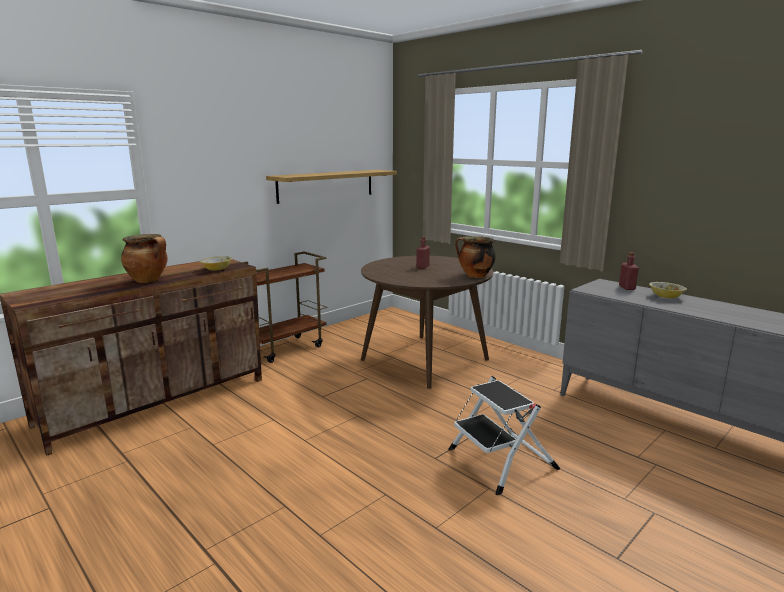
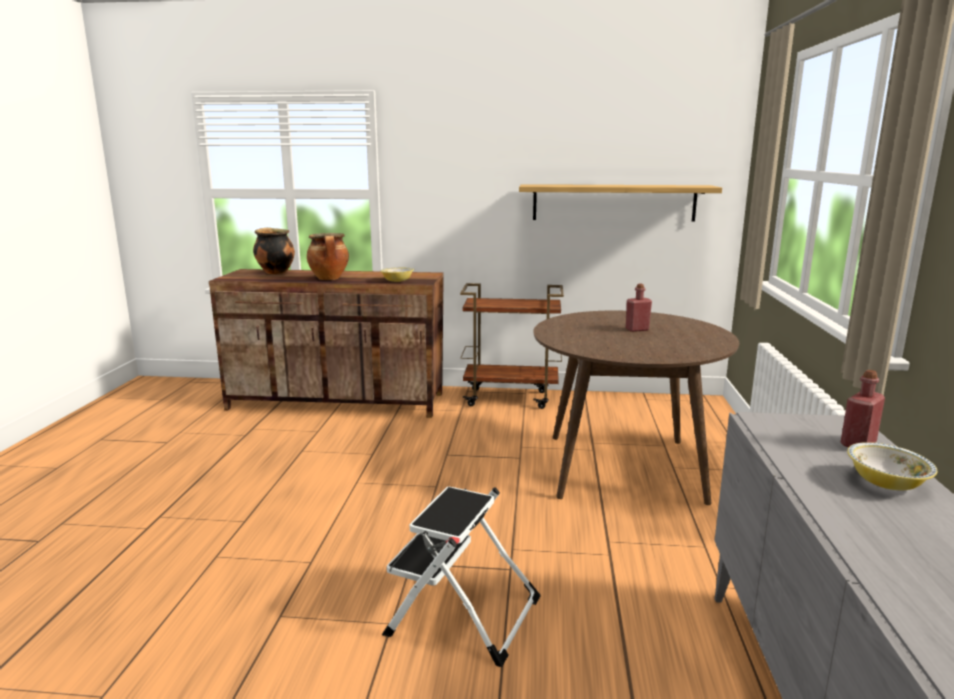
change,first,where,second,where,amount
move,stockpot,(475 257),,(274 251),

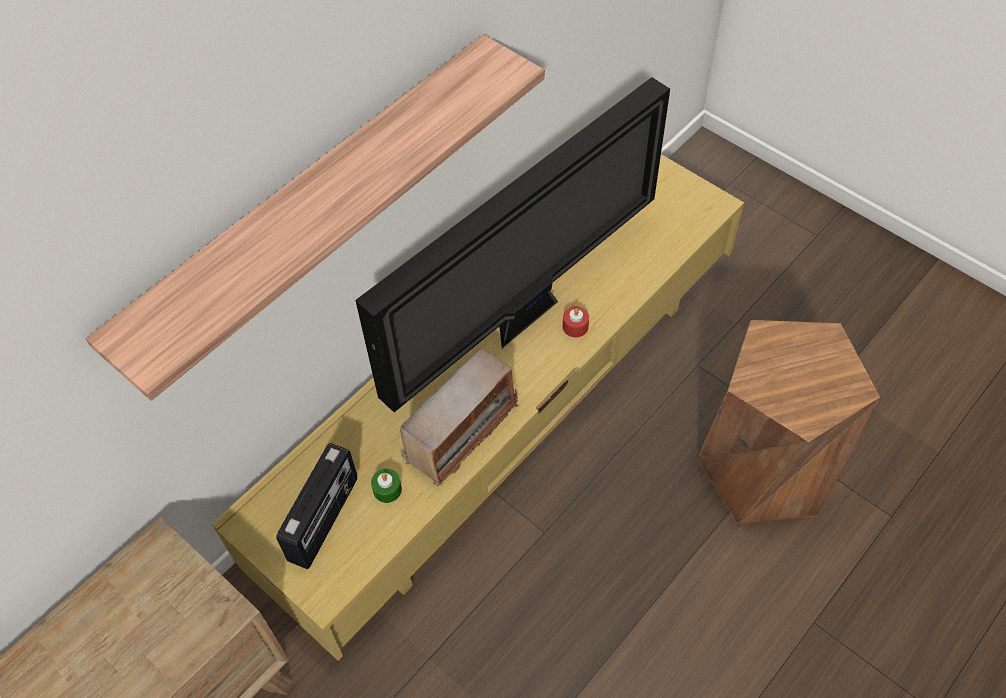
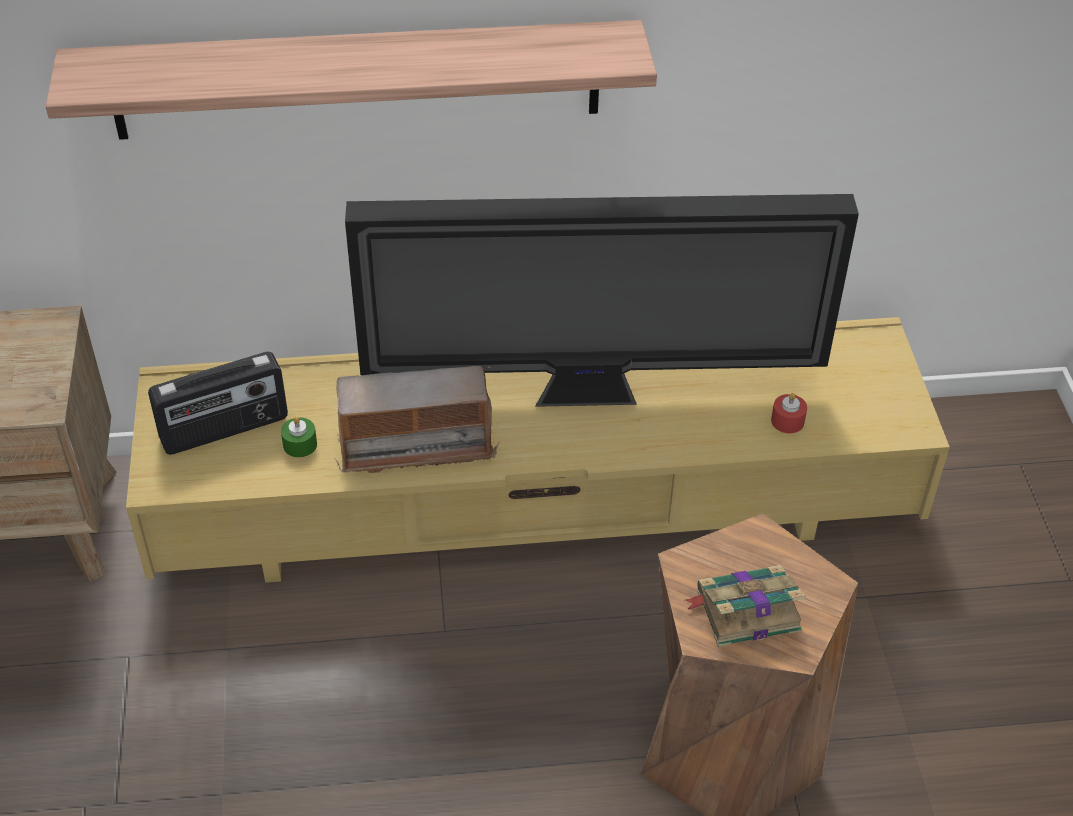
change,first,where,second,where,amount
move,candle (red),(576 321),,(789 413),
insert,,,volume,(745 606),

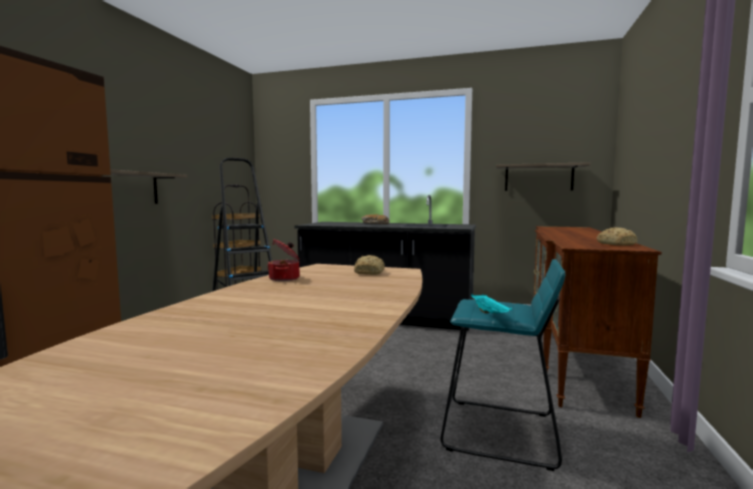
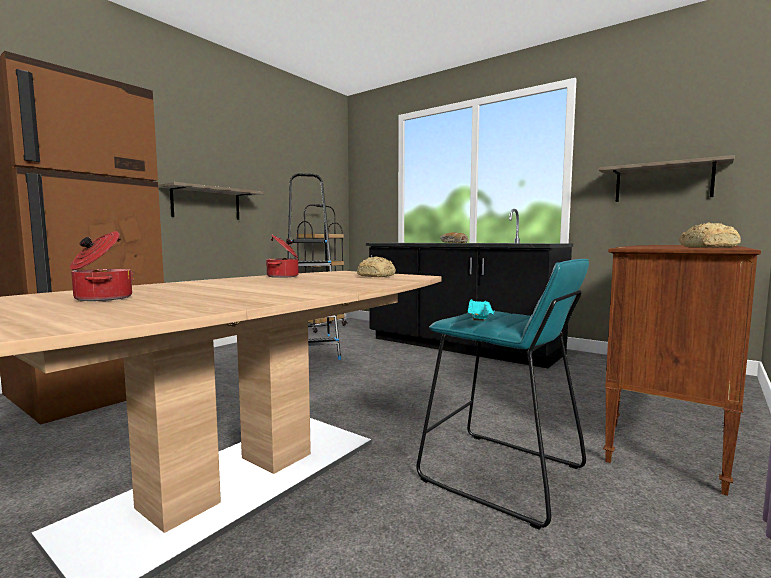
change,first,where,second,where,amount
insert,,,stockpot,(102 266),

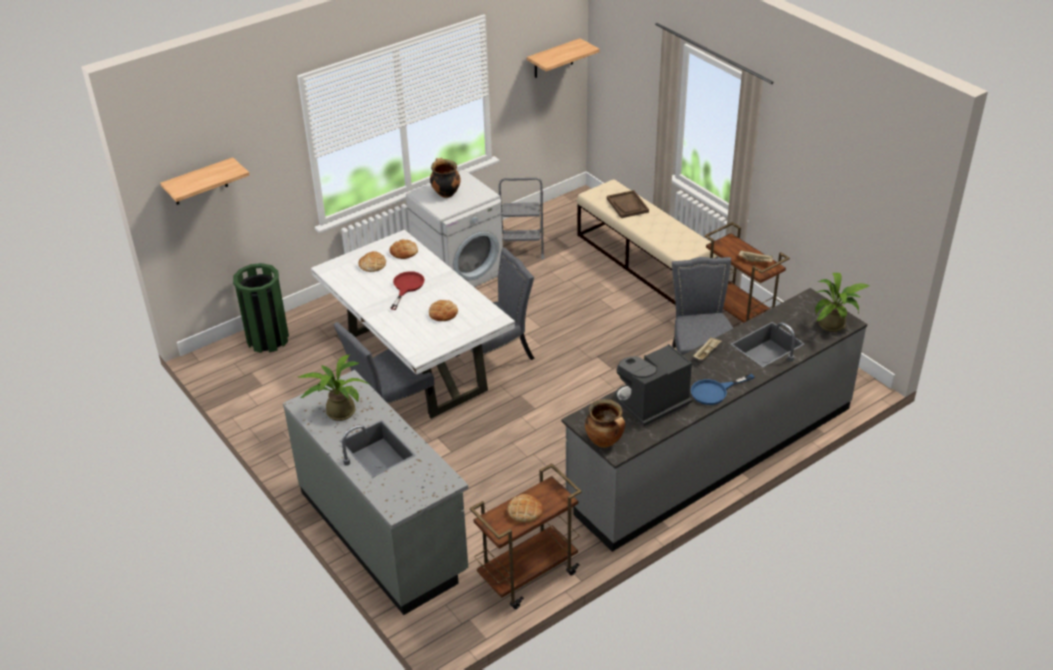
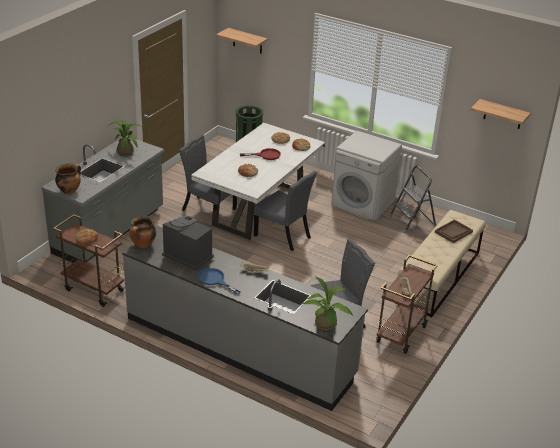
change,first,where,second,where,amount
move,stockpot,(445 178),,(68 178),

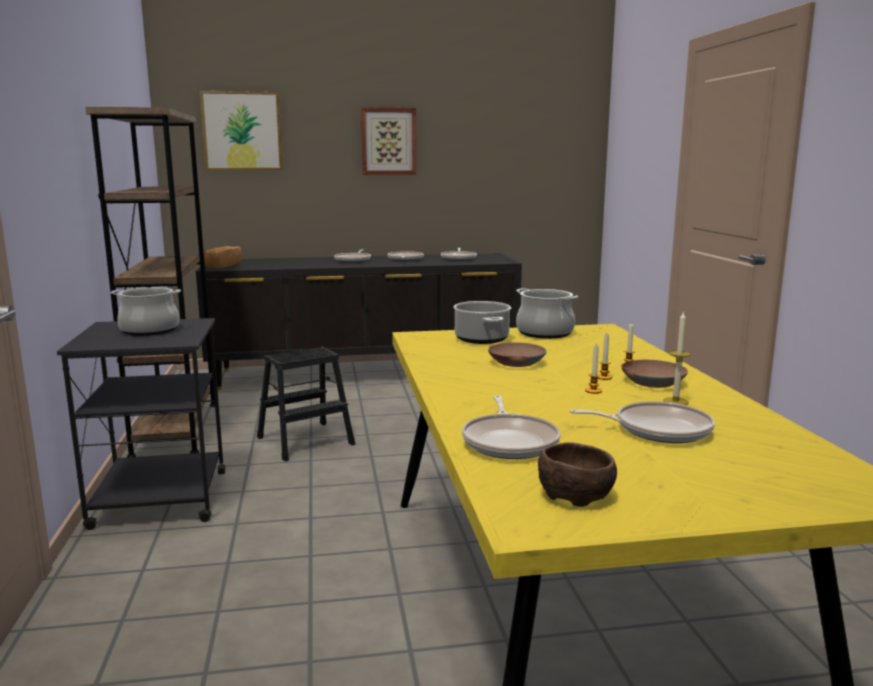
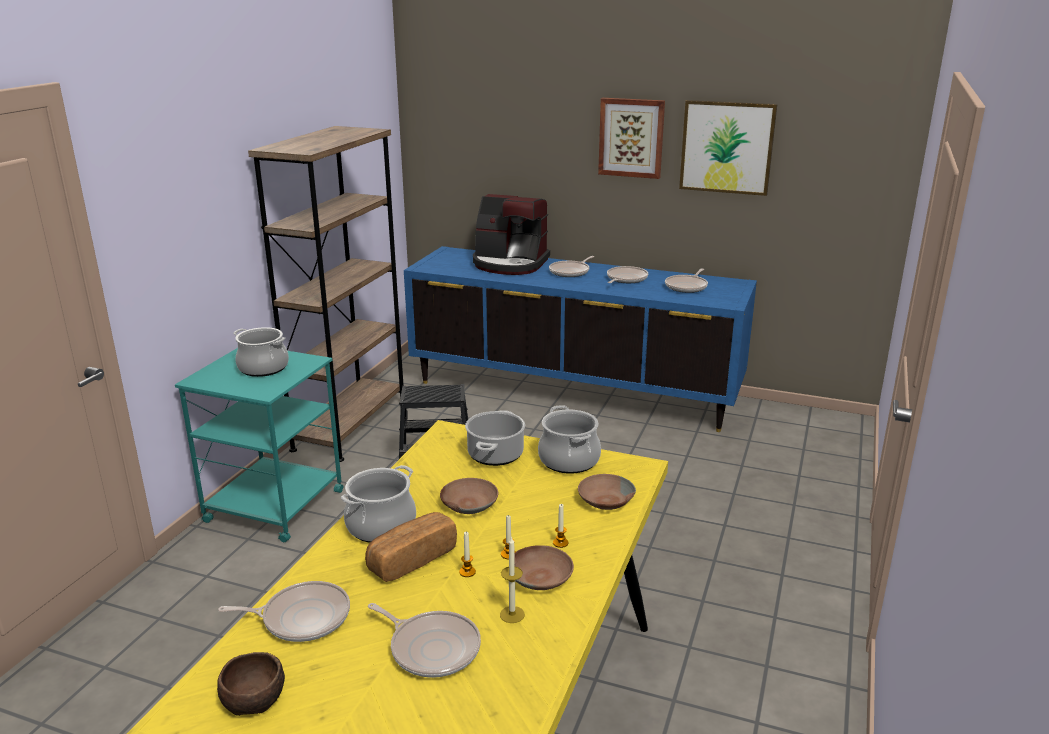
change,first,where,second,where,amount
move,wall art,(241 130),,(728 148),
move,bread,(223 257),,(411 547),
recolor,cupboard (black),(359 321),cupboard (blue),(580 339),
recolor,wheeled cart (black),(141 424),wheeled cart (blue-green),(259 445),
rotate,pan,(511 427),,(284 611),120 degrees counterclockwise
insert,,,coffee machine,(511 234),
insert,,,stockpot,(378 503),
insert,,,deep dish (brown),(607 492),

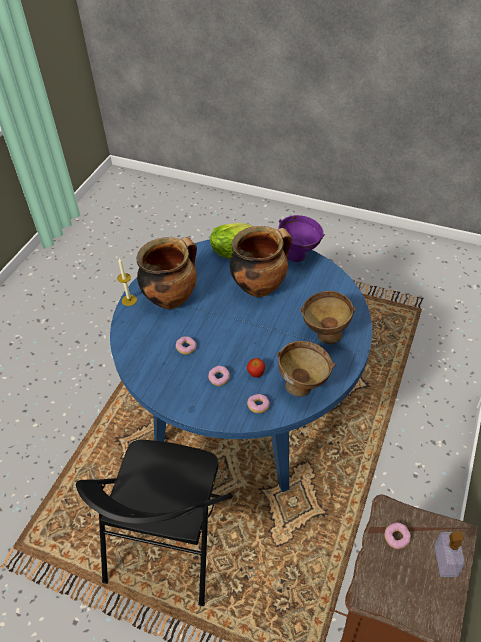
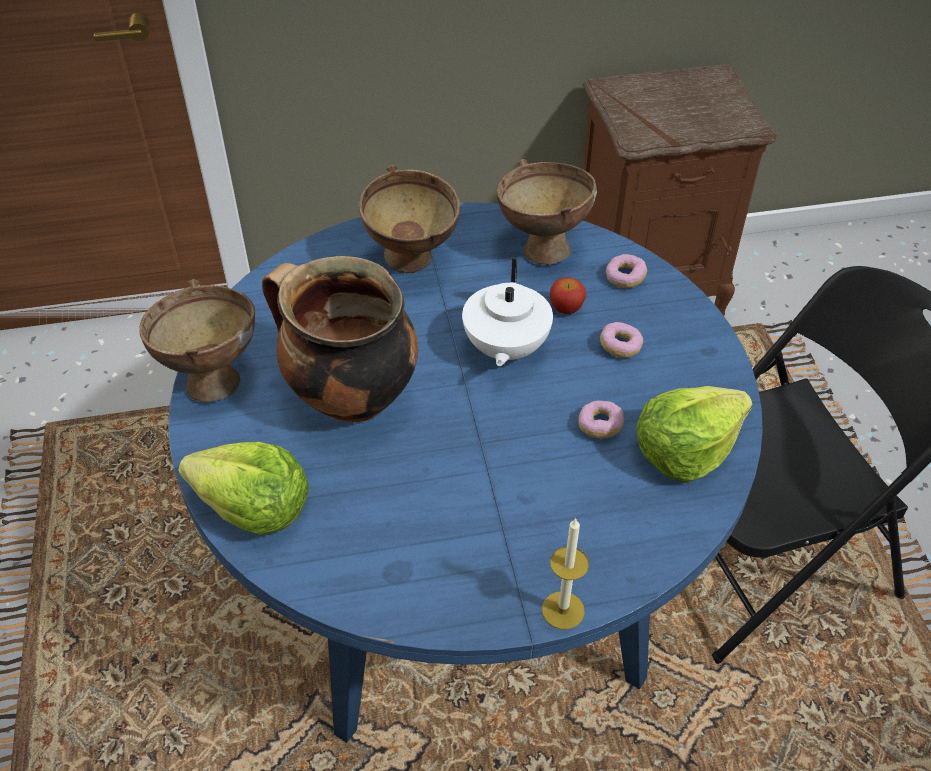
change,first,where,second,where,amount
recolor,deep dish (purple-coloured),(302 238),deep dish (brown),(197 340),
delete,stockpot,(167 273),,,
delete,donut,(397 535),,,
delete,liquid soap bottle,(449 554),,,
insert,,,pot for tea (white-coloured),(507 312),
insert,,,lettuce head,(694 434),

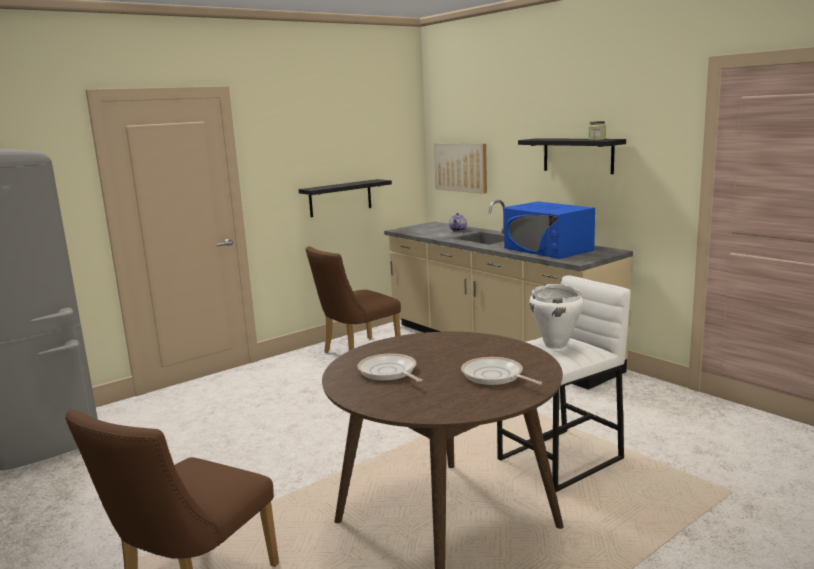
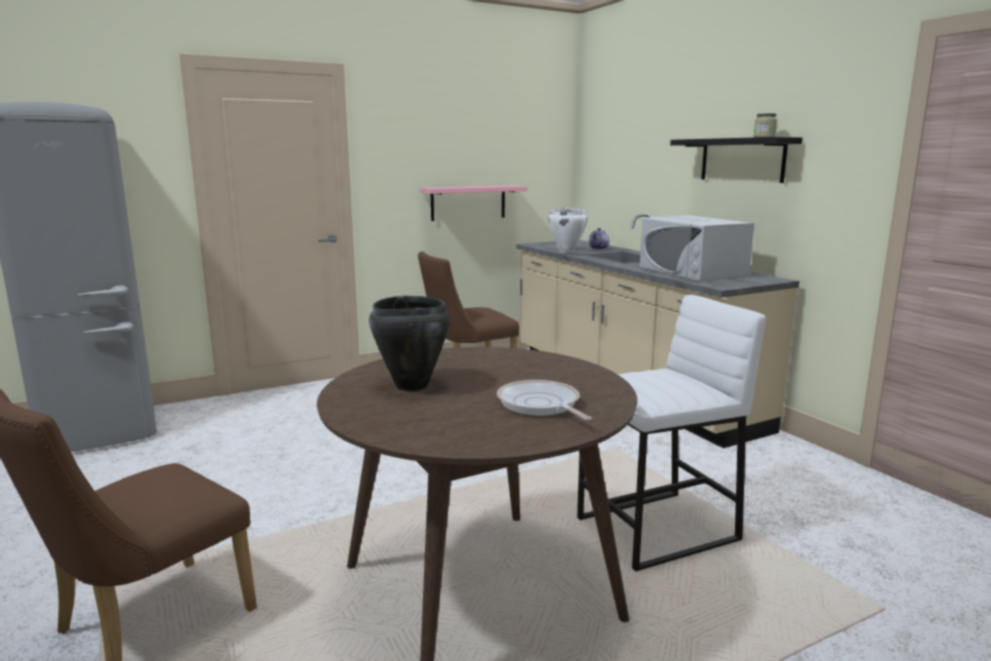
change,first,where,second,where,amount
delete,wall art,(460 168),,,
recolor,wall shelf (black),(345 198),wall shelf (pink),(473 203),
recolor,kitchen microwave (blue),(549 230),kitchen microwave (white-coloured),(697 248),
move,stockpot (white-coloured),(556 316),,(568 230),
replace,pan,(389 368),stockpot (black),(409 343),

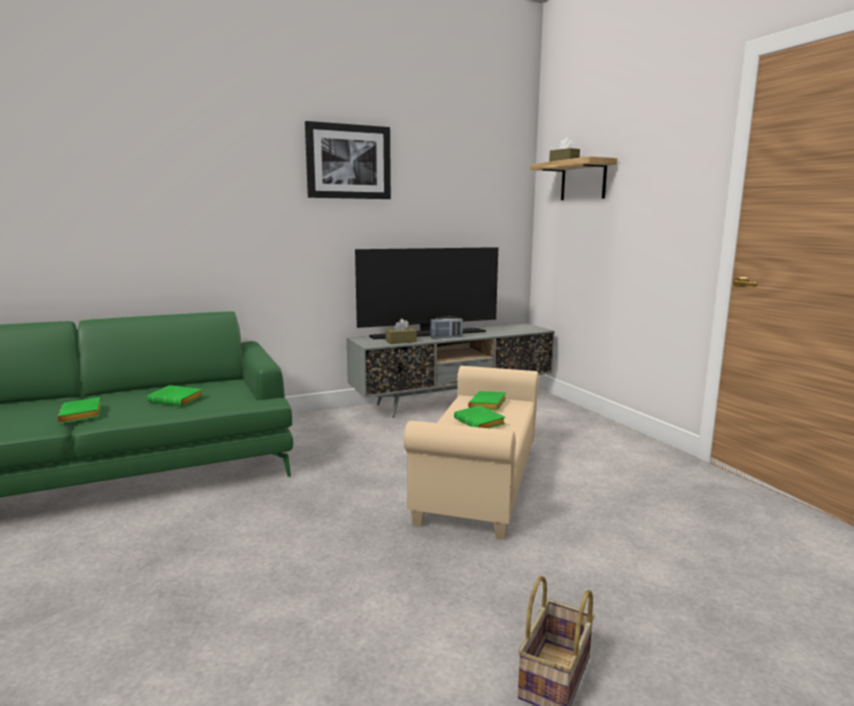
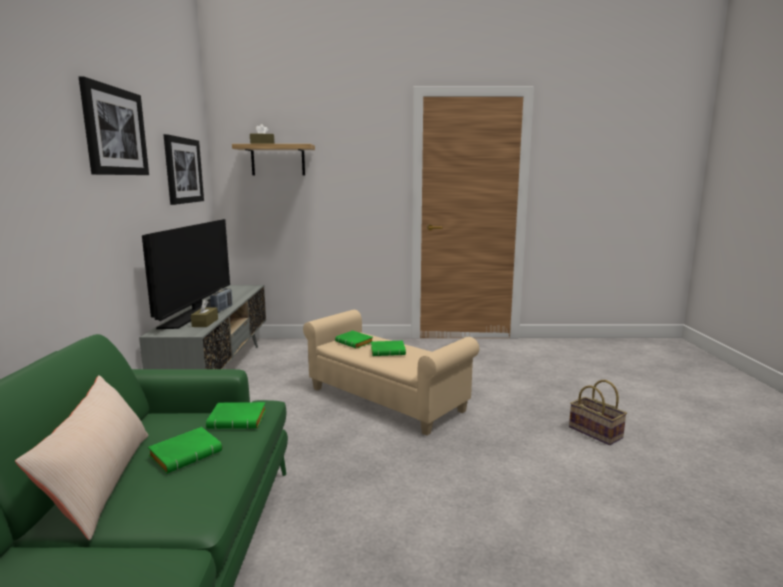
change,first,where,second,where,amount
move,volume (green-coloured),(79 410),,(236 415),
insert,,,wall art,(184 169),
insert,,,throw pillow (sand-coloured),(82 458),

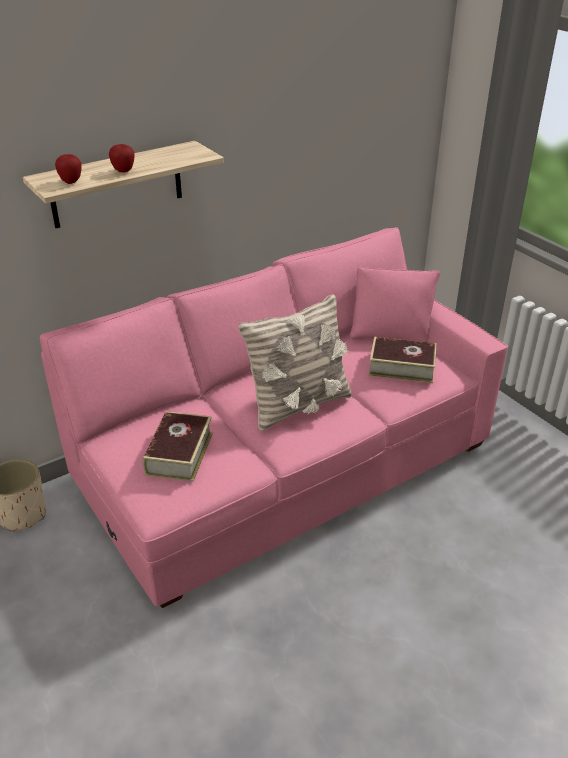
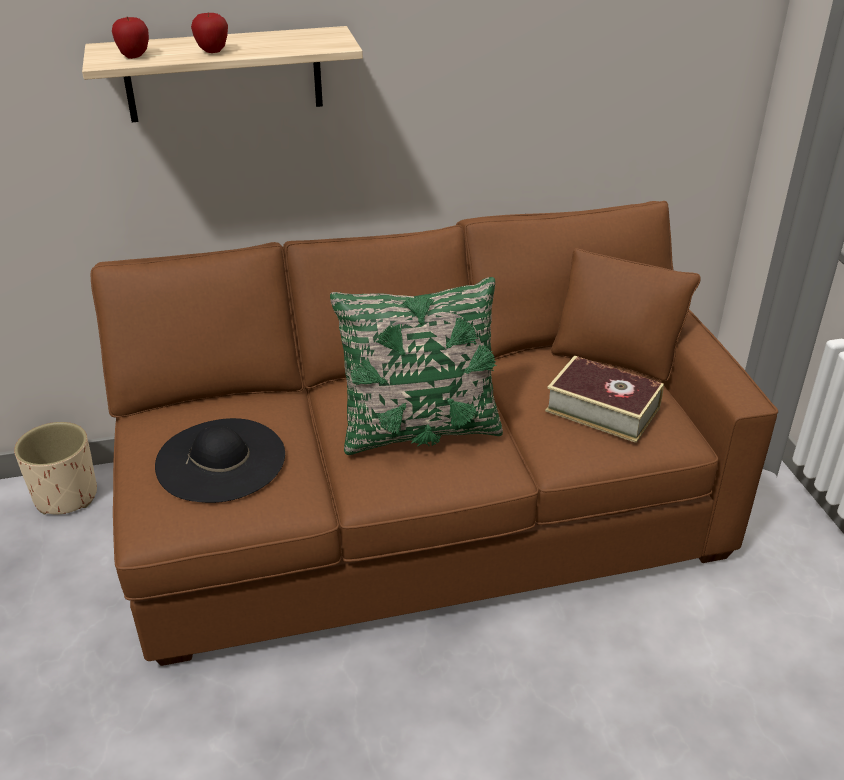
change,first,where,second,where,amount
recolor,couch (pink),(274 417),couch (brown),(434 433),
recolor,throw pillow (sand-coloured),(295 362),throw pillow (green-coloured),(416 366),
replace,volume,(178 446),hat (black),(220 460),

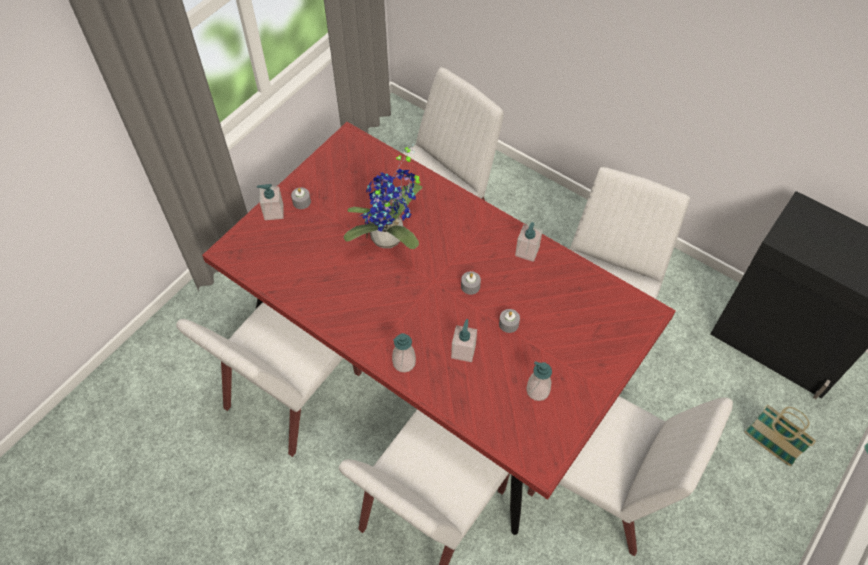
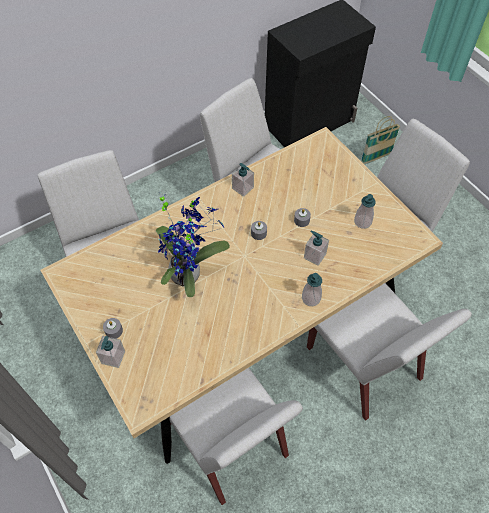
change,first,where,second,where,amount
recolor,dining table (red),(439 328),dining table (sand-coloured),(241 295),

